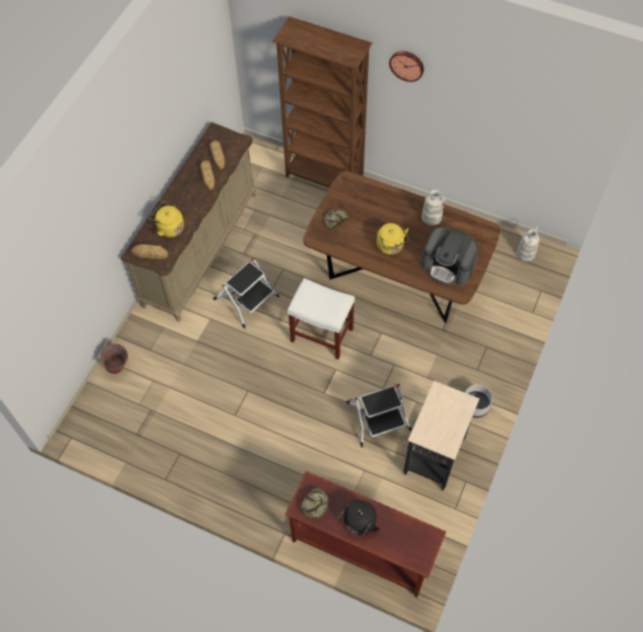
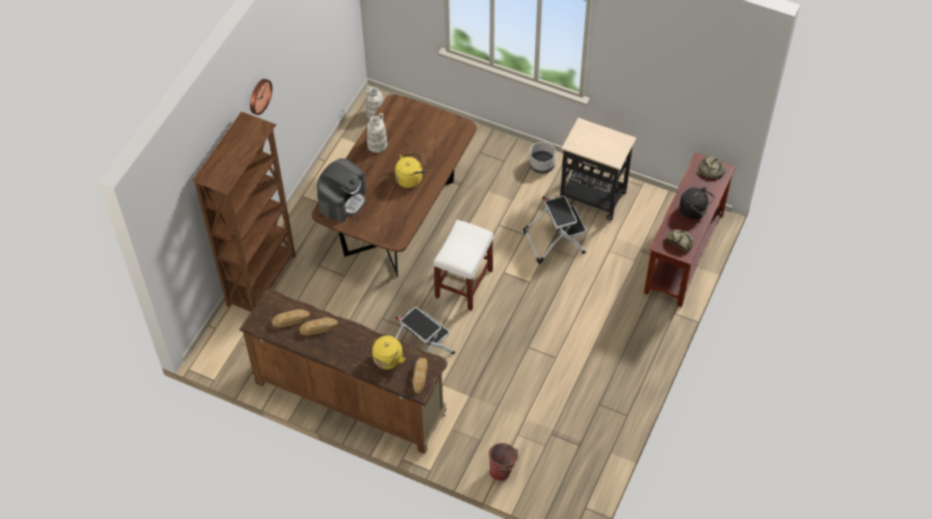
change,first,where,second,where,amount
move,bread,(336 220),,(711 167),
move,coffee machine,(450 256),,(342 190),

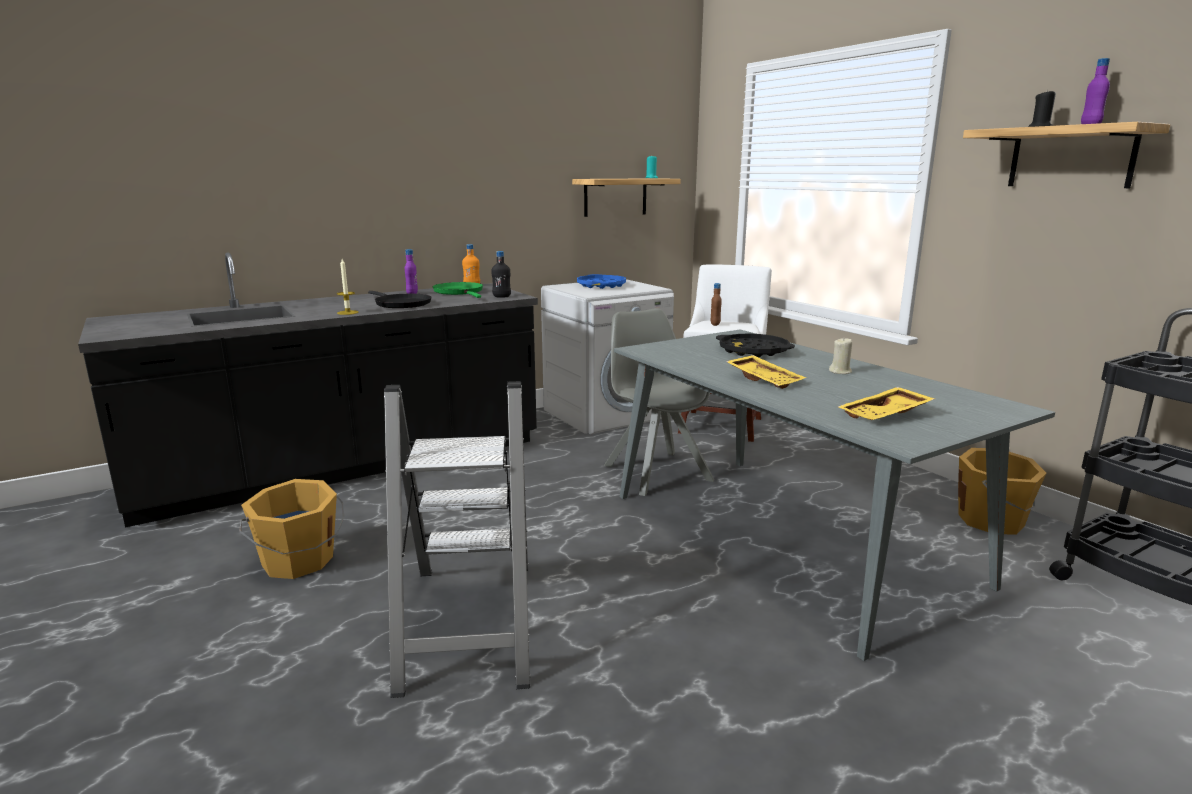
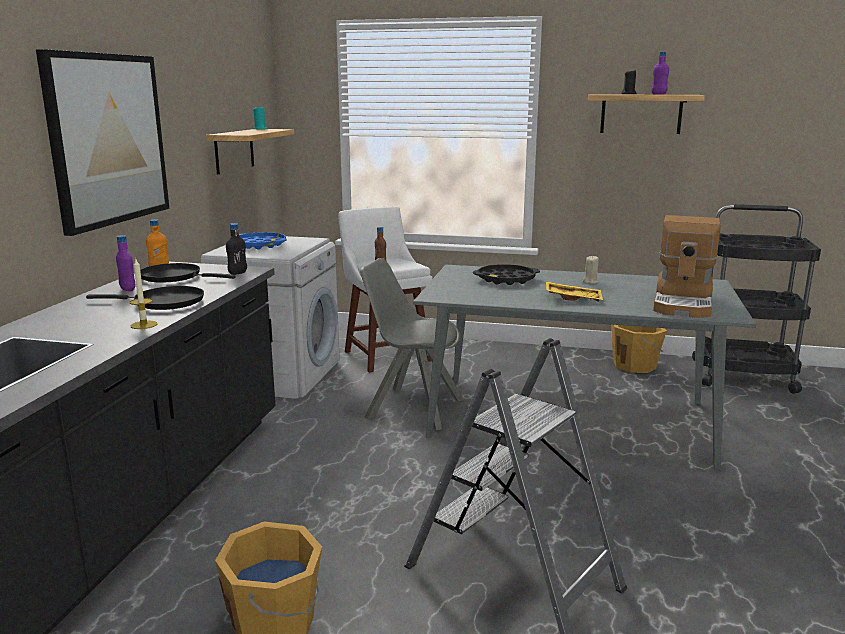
change,first,where,second,where,amount
recolor,pan (green-coloured),(458 290),pan (black),(188 273),
replace,carrying tray (yellowish),(886 403),coffee machine,(687 266),
insert,,,wall art,(102 142),

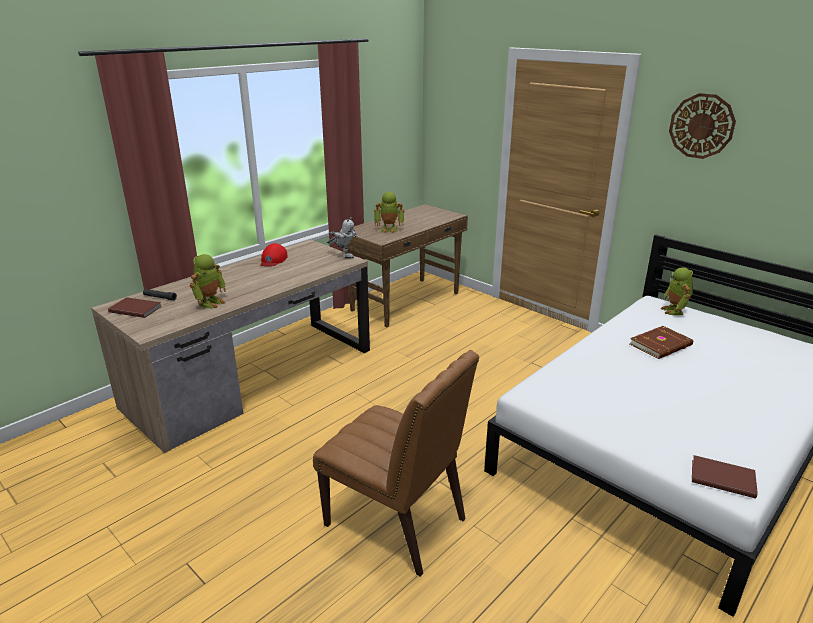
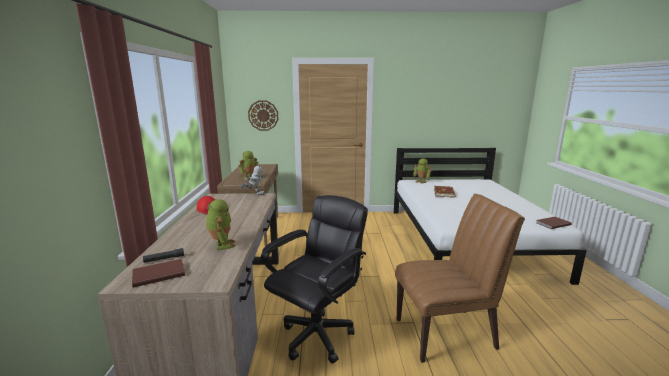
change,first,where,second,where,amount
move,clock on the wall,(702 126),,(263 115),
insert,,,computer chair (black),(314 279),

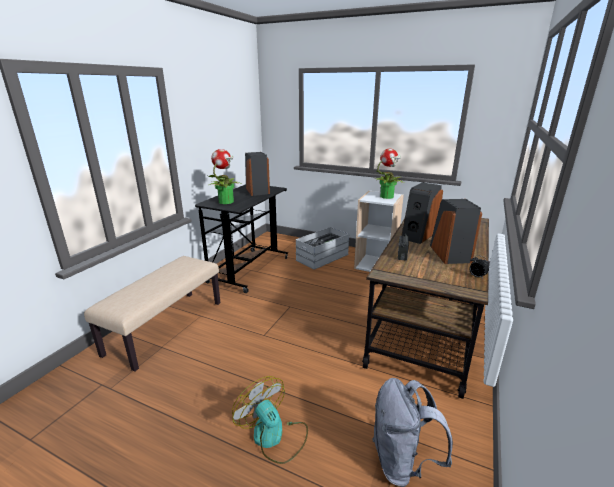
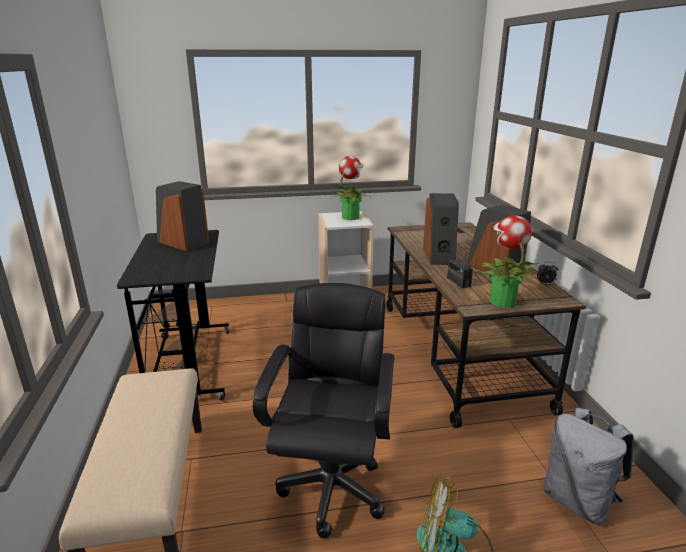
change,first,where,second,where,amount
move,plant in a pot,(225 176),,(510 261),
delete,storage box (gray),(322 248),,,
insert,,,computer chair (black),(323 410),

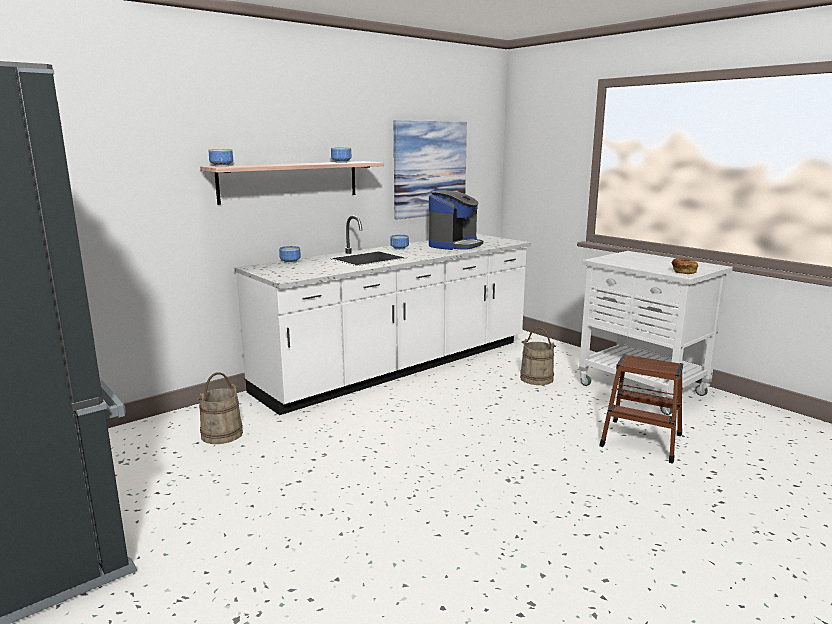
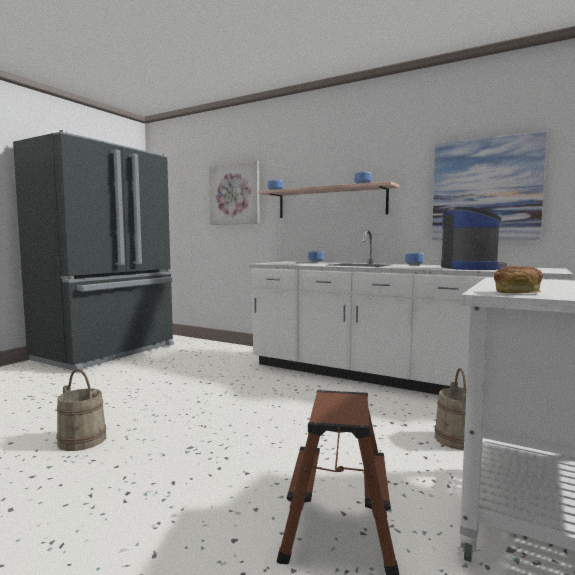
change,first,where,second,where,amount
rotate,coffee machine,(456 220),,(474 238),105 degrees counterclockwise
move,bucket (sand-coloured),(220 408),,(81 410),
insert,,,wall art,(234 193),

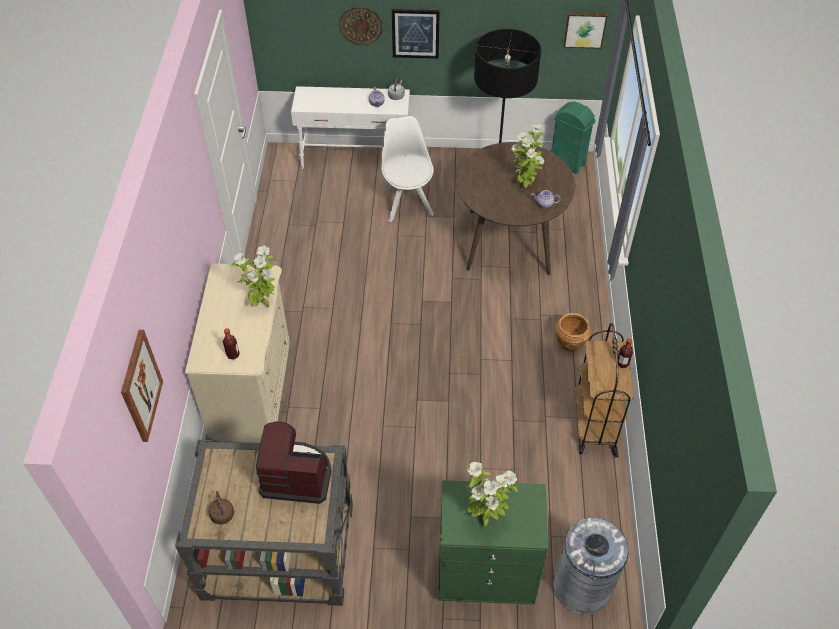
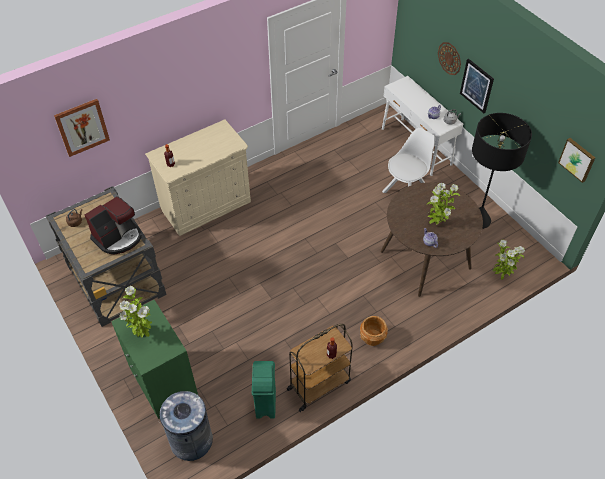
change,first,where,second,where,amount
move,trash can (green-coloured),(573 138),,(264 390),
move,plant in a pot,(253 276),,(509 260),
rotate,coffee machine,(294 462),,(113 225),75 degrees clockwise

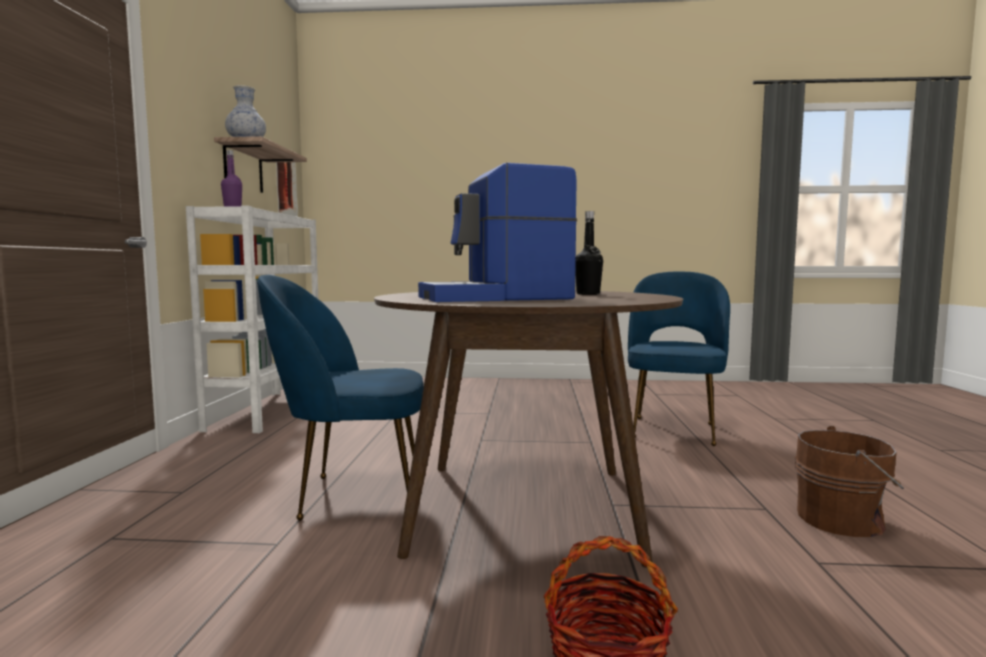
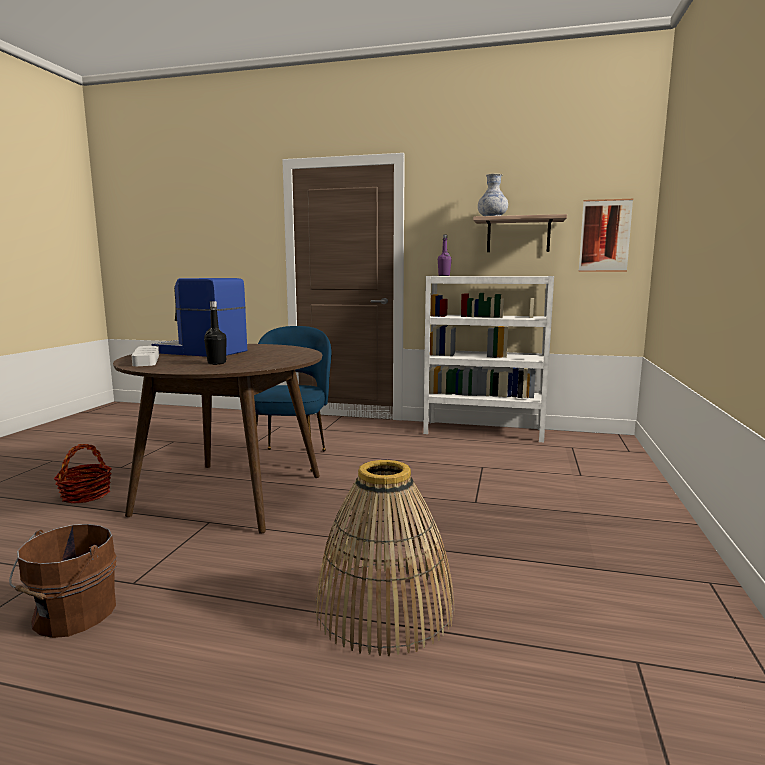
change,first,where,second,where,amount
rotate,coffee machine,(497 232),,(199 317),60 degrees counterclockwise
replace,plain chair (blue),(679 359),basket,(384 558),
insert,,,carrying tray (gray),(145 356),

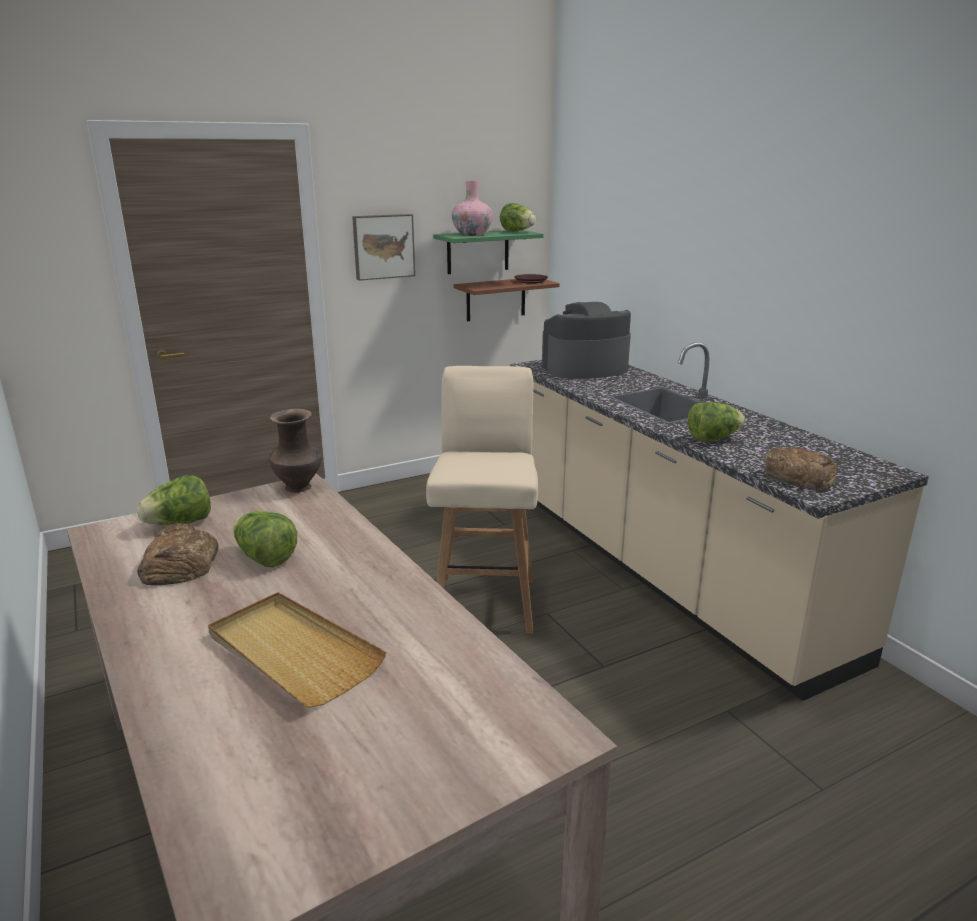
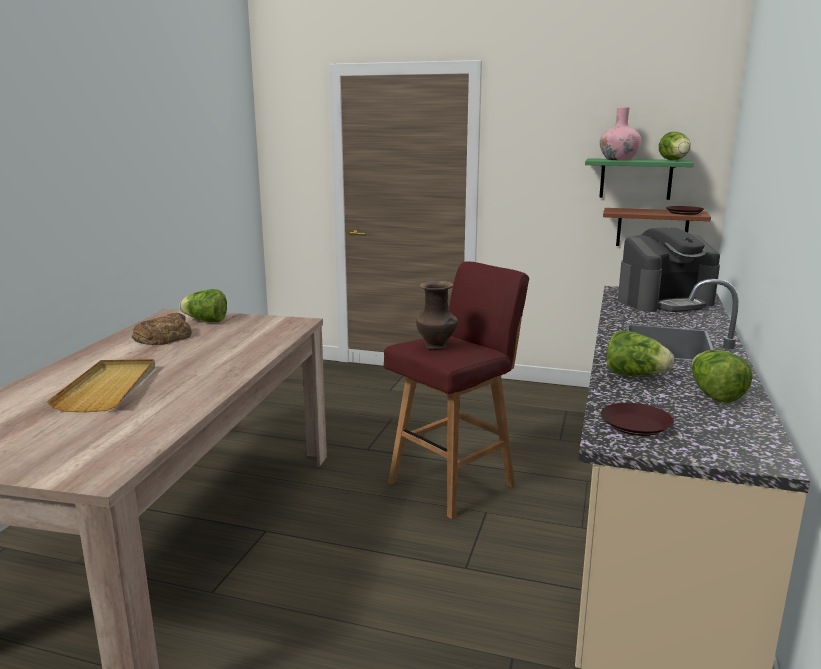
change,first,where,second,where,amount
delete,wall art,(383 247),,,
rotate,coffee machine,(586 340),,(669 269),135 degrees clockwise
recolor,sitting stool (sand-coloured),(482 500),sitting stool (red),(456 390),
move,decorative vase (brown),(295 451),,(437 315),
replace,bread,(800 468),dinner plate (brown),(637 419),
move,lettuce head,(265 539),,(722 376),

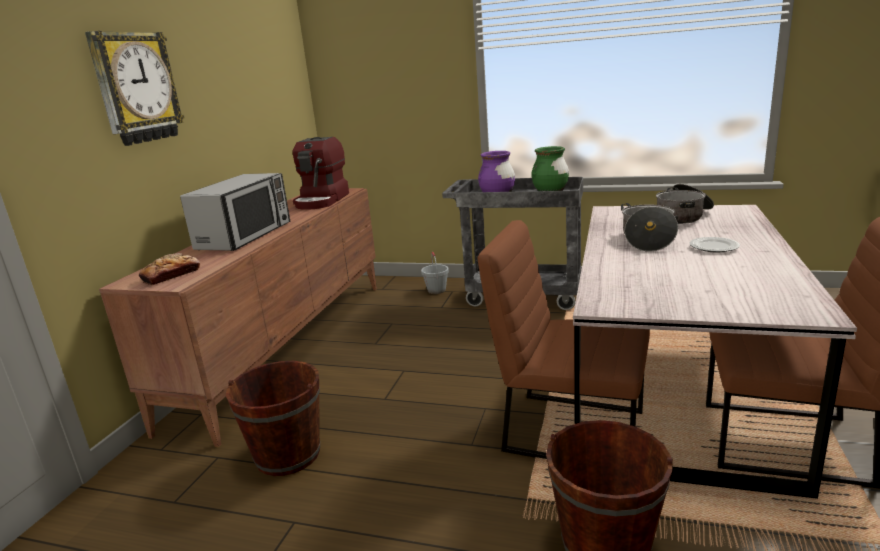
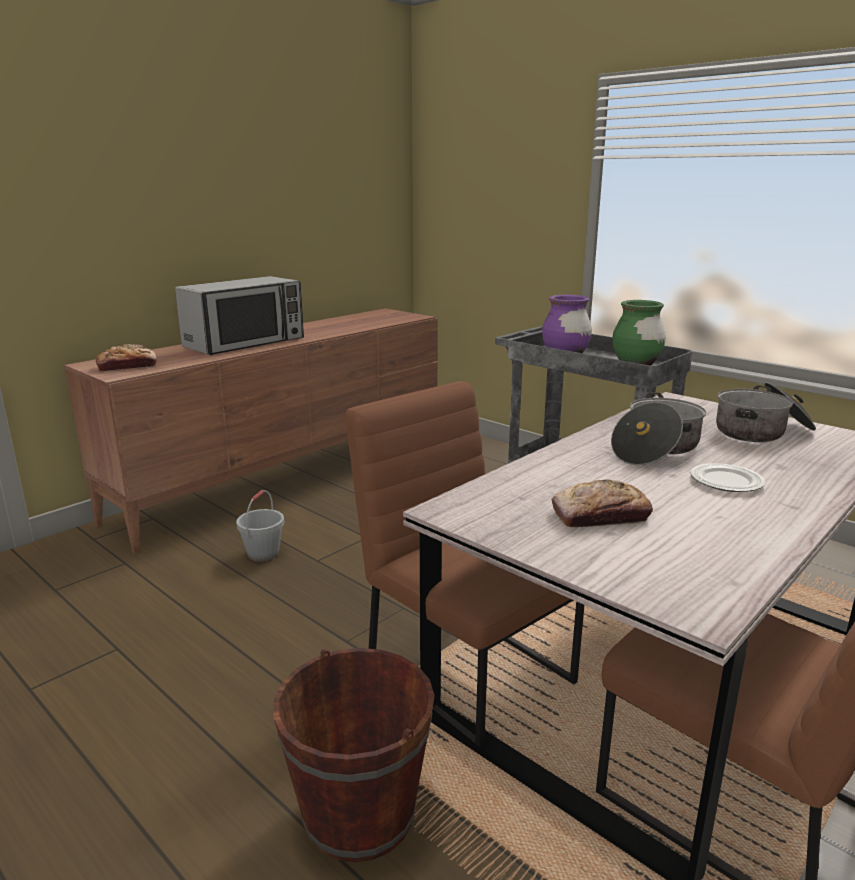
change,first,where,second,where,amount
delete,clock on the wall,(135 88),,,
delete,coffee machine,(321 173),,,
move,bucket (gray),(435 273),,(260 526),
delete,bucket (brown),(273 418),,,
insert,,,bread,(602 503),

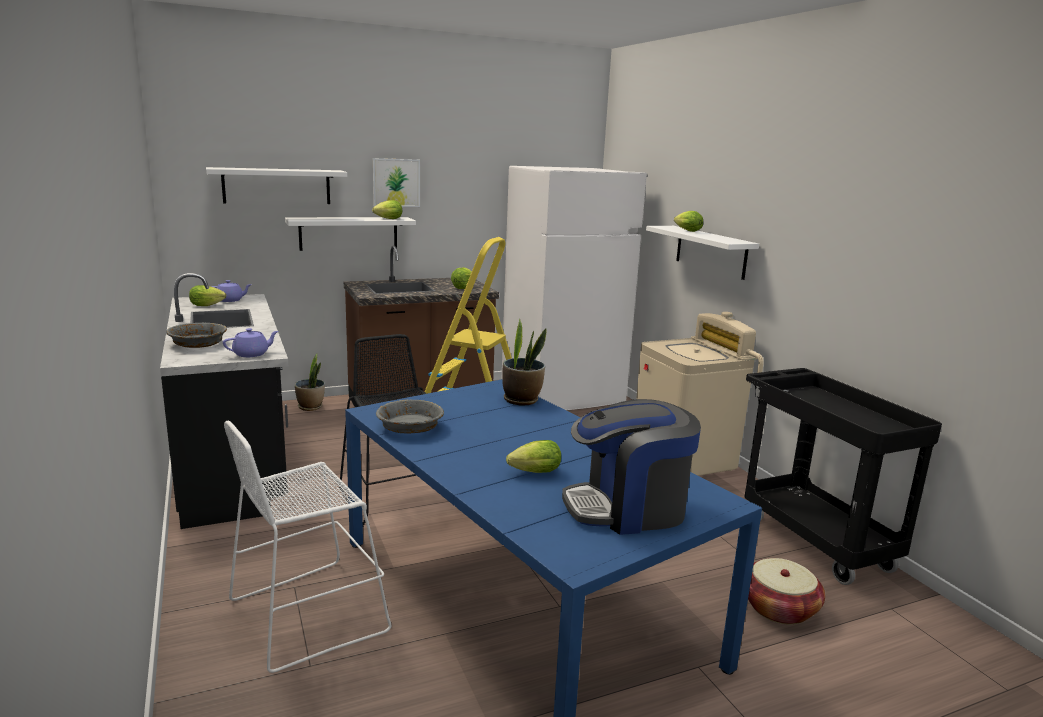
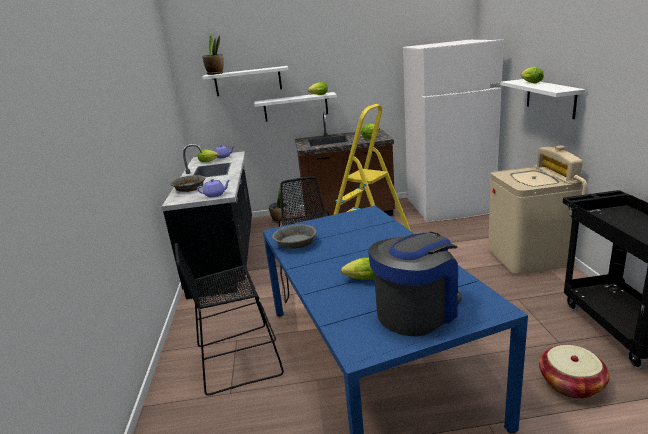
change,first,where,second,where,amount
delete,wall art,(396 182),,,
move,plant in a pot,(524 362),,(213 54),
rotate,coffee machine,(631 467),,(415 284),135 degrees clockwise
recolor,sitting stool (white-coloured),(307 547),sitting stool (black),(229 319),

